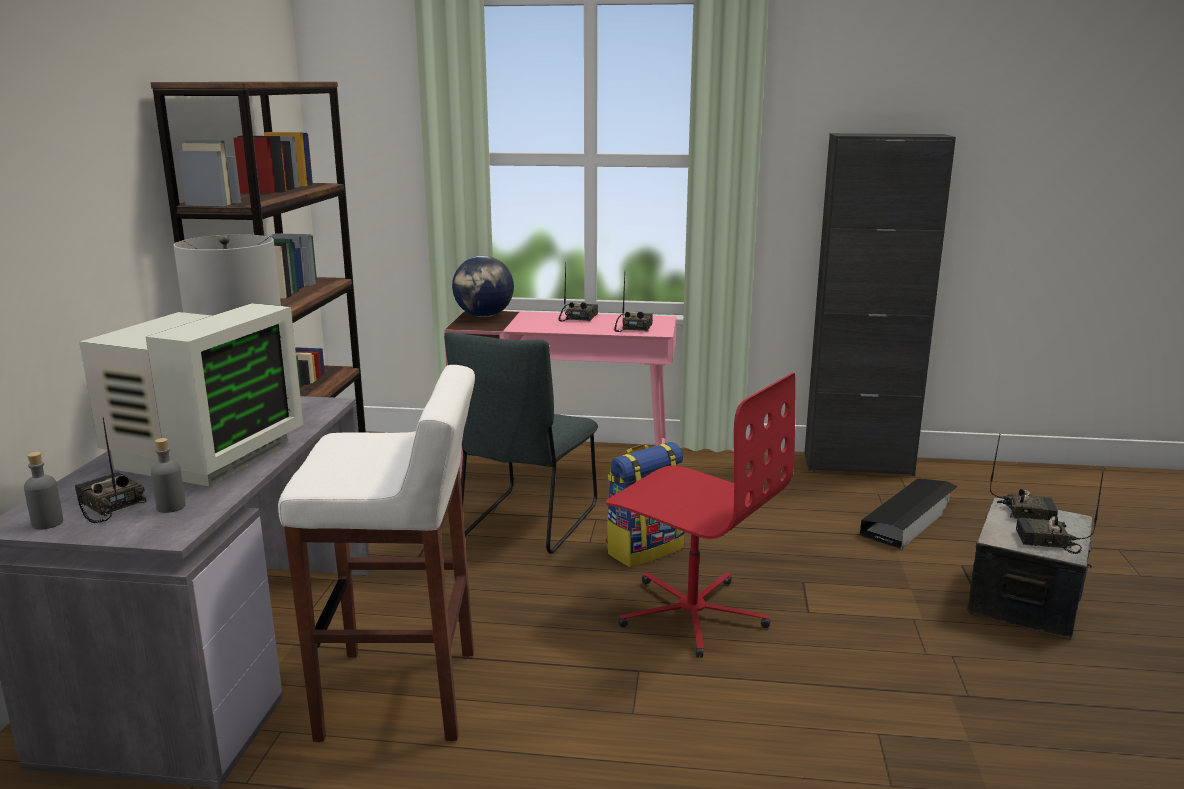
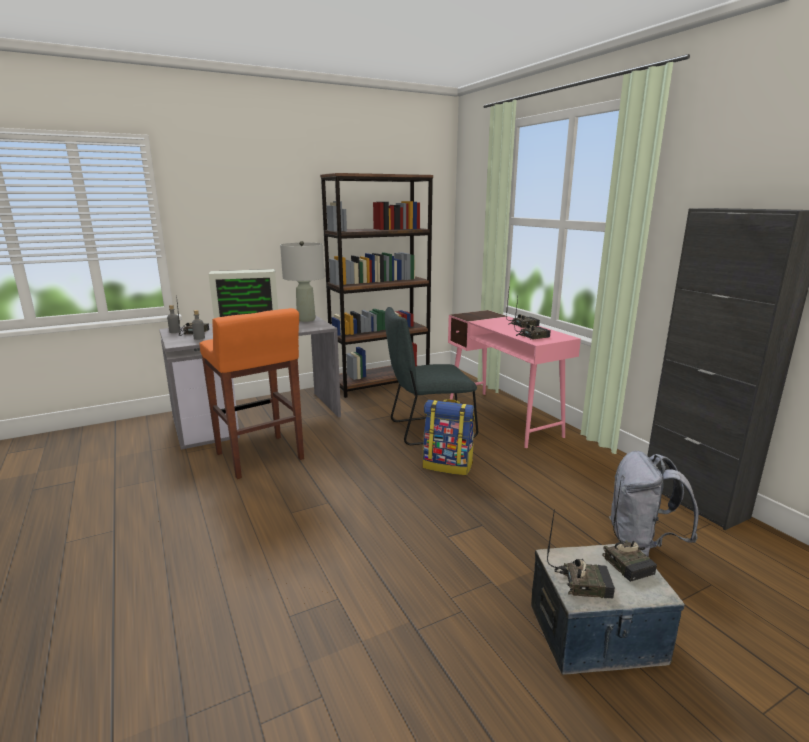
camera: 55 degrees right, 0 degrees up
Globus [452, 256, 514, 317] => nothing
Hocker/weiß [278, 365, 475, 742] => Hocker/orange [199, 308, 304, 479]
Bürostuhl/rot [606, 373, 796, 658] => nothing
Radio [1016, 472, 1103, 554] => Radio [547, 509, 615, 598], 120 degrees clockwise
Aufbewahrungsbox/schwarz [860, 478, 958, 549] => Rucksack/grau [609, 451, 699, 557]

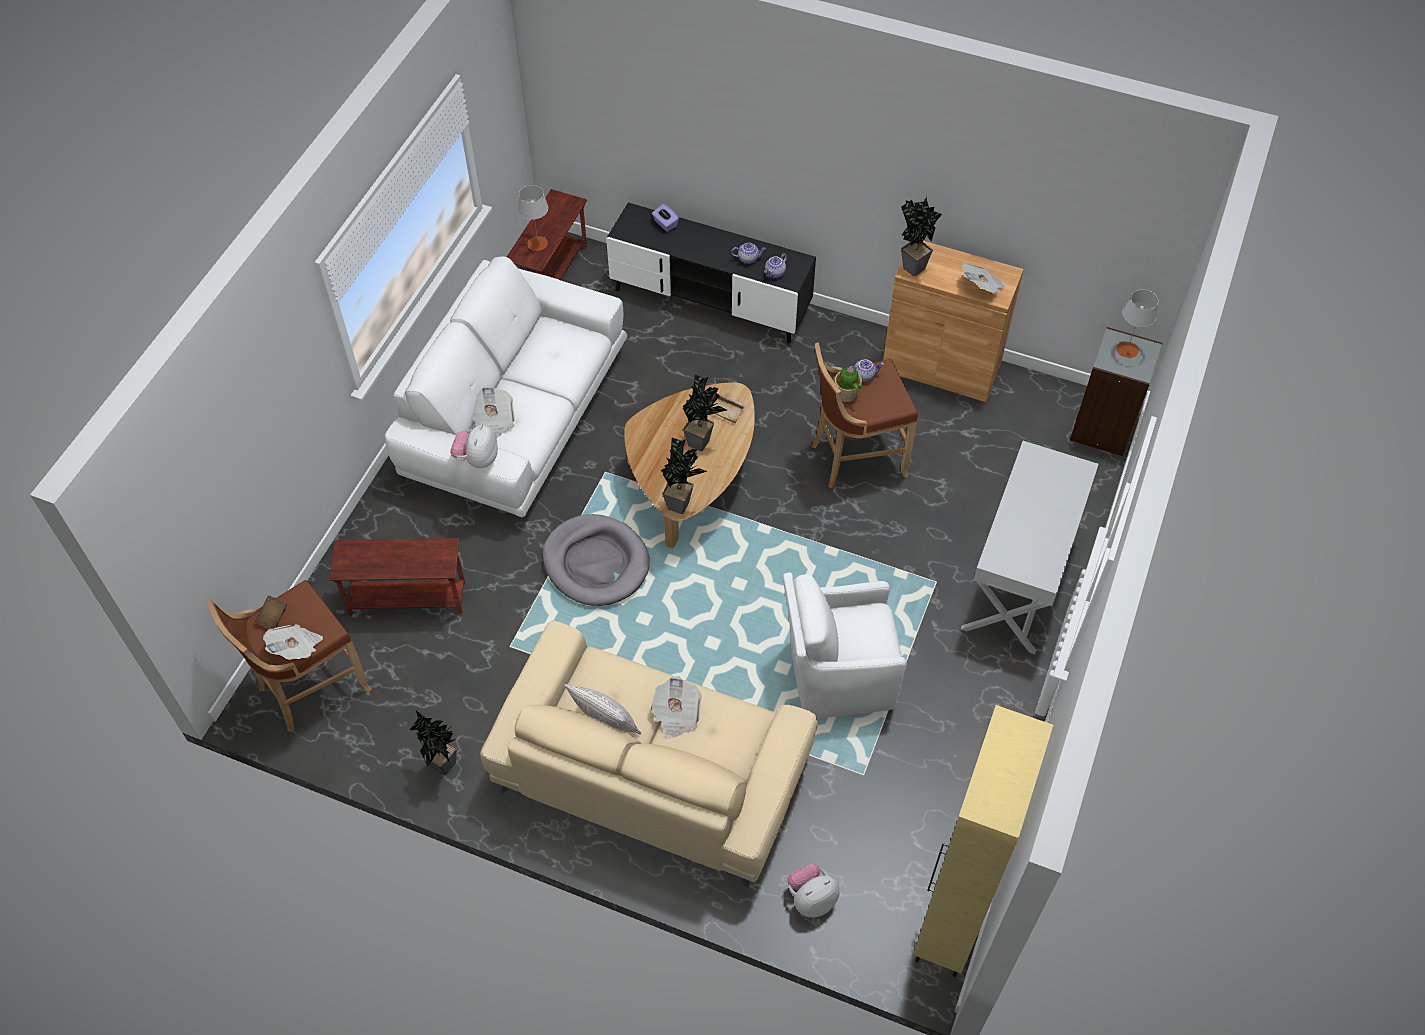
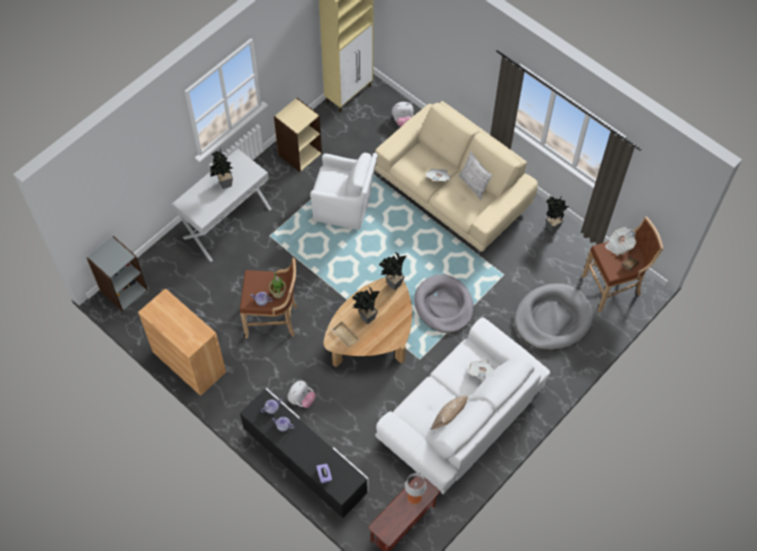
camera: 160 degrees left, 5 degrees up
Topfpflanze [901, 197, 942, 276] => Topfpflanze [210, 149, 233, 189], relocated
Zeitung [961, 263, 1006, 294] => nothing
Tischlampe/grau [1116, 289, 1158, 358] => nothing
Plüschtier [450, 424, 498, 468] => Plüschtier [288, 380, 316, 408], relocated
Beistelltisch/braun [329, 538, 465, 616] => Hundebett/grau [514, 283, 593, 351]
nothing => Bücherregal/beige [274, 98, 322, 172]
nothing => Kissen [431, 396, 468, 429]

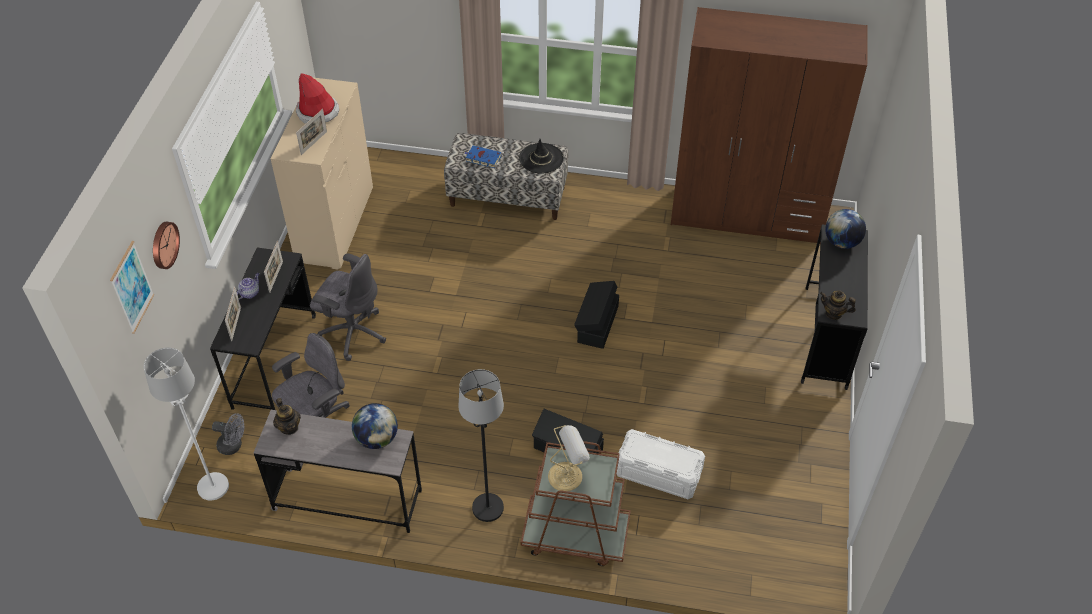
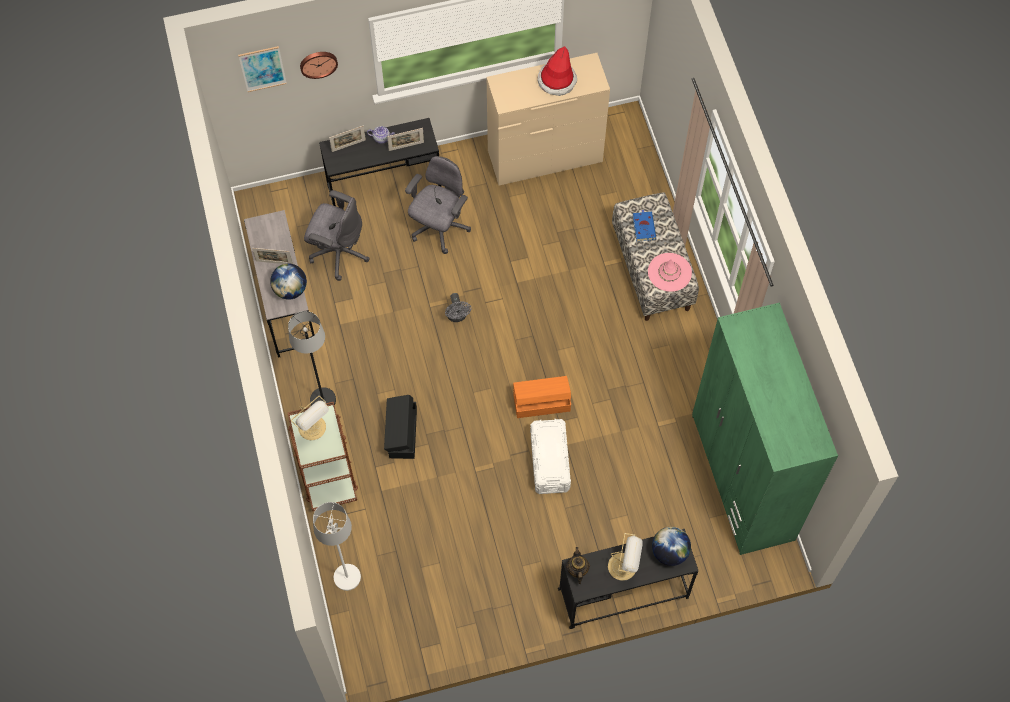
camera: 65 degrees right, 15 degrees up
Kleiderschrank/braun [671, 7, 868, 243] => Kleiderschrank/grün [692, 303, 838, 555]
Bilderrahmen [296, 109, 327, 155] => Bilderrahmen [252, 248, 293, 264], relocated
Hut/schwarz [519, 139, 564, 173] => Hut/rosa [648, 253, 692, 292]
Bürostuhl/grau [310, 253, 386, 361] => Bürostuhl/grau [405, 156, 471, 254], 150 degrees counterclockwise
Aufbewahrungsbox/schwarz [574, 281, 619, 349] => Aufbewahrungsbox/orange [513, 376, 571, 418]
Stehlampe/weiß [144, 347, 229, 501] => Stehlampe/weiß [313, 502, 361, 591], relocated
Teekanne [273, 398, 301, 435] => nothing
Ventilator/grau [212, 413, 244, 455] => Ventilator/grau [445, 293, 472, 322], relocated
Aufbewahrungsbox/weiß [617, 429, 705, 499] => Aufbewahrungsbox/weiß [530, 419, 571, 494], relocated
nothing => Tischlampe [608, 533, 643, 581]

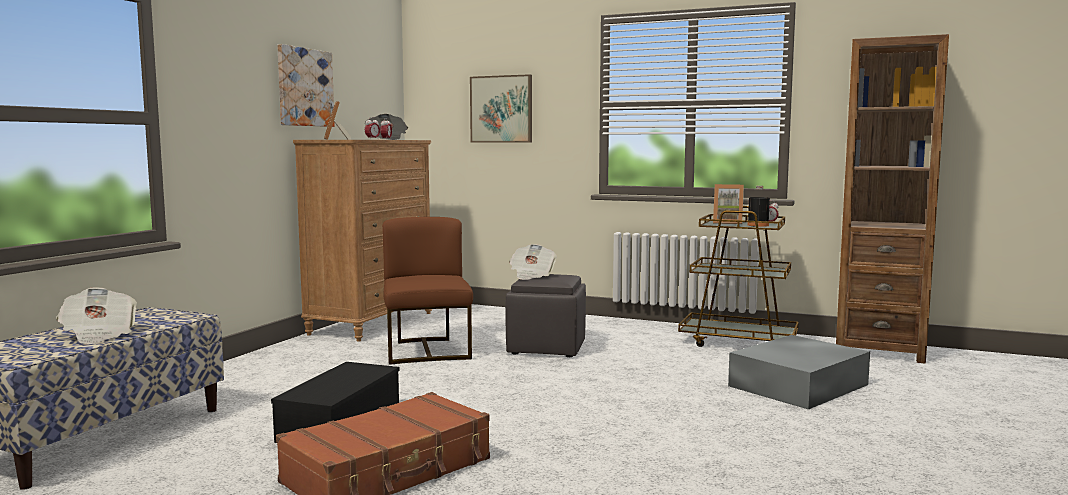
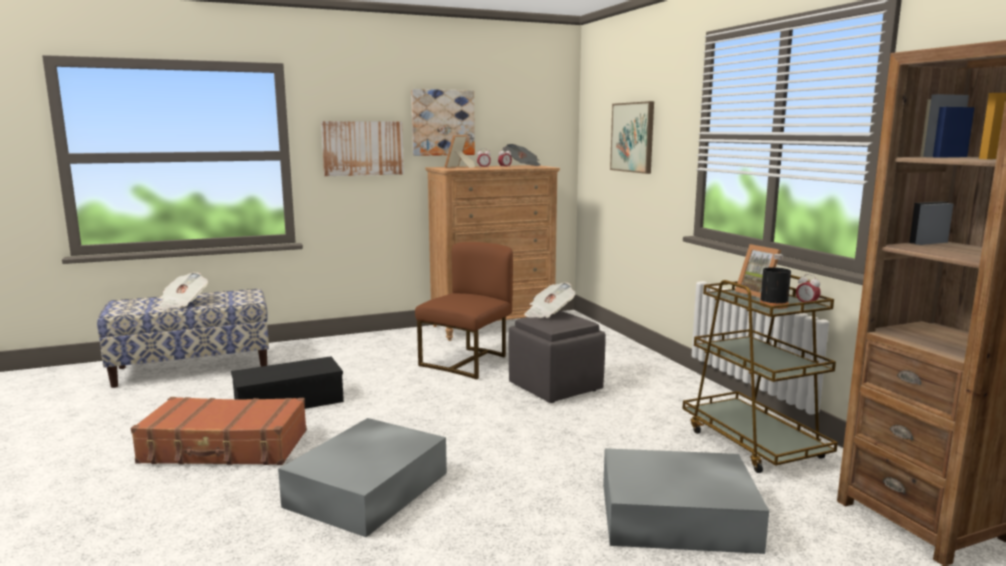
camera: 45 degrees right, 5 degrees up
nothing => Bild [321, 121, 404, 176]
nothing => Aufbewahrungsbox/grau [278, 418, 447, 537]

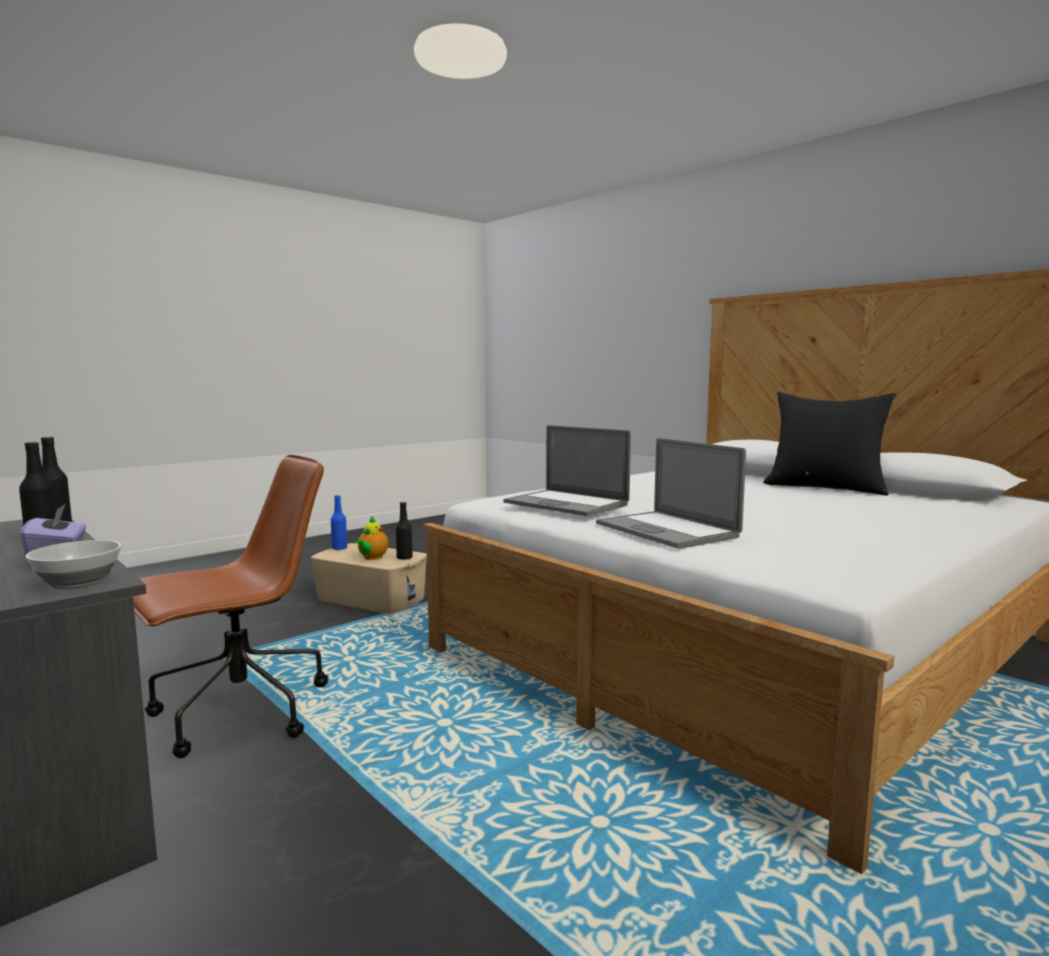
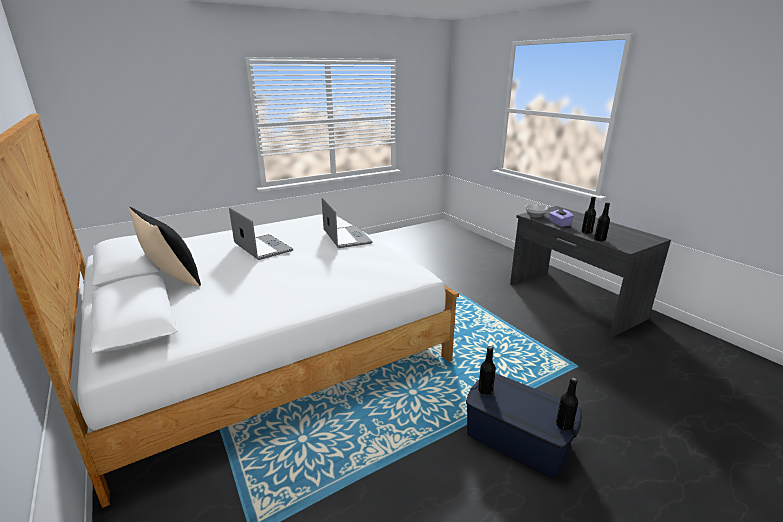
camera: 170 degrees left, 15 degrees up
Laptop [504, 425, 631, 516] => Laptop [229, 208, 293, 260], relocated
Bürostuhl/braun [133, 455, 328, 758] => nothing
Flasche/blau [331, 495, 347, 550] => Flasche/schwarz [556, 377, 578, 431]
Teekanne [355, 516, 388, 560] => nothing
Aufbewahrungsbox/beige [311, 543, 427, 614] => Aufbewahrungsbox/blau [466, 373, 582, 478]

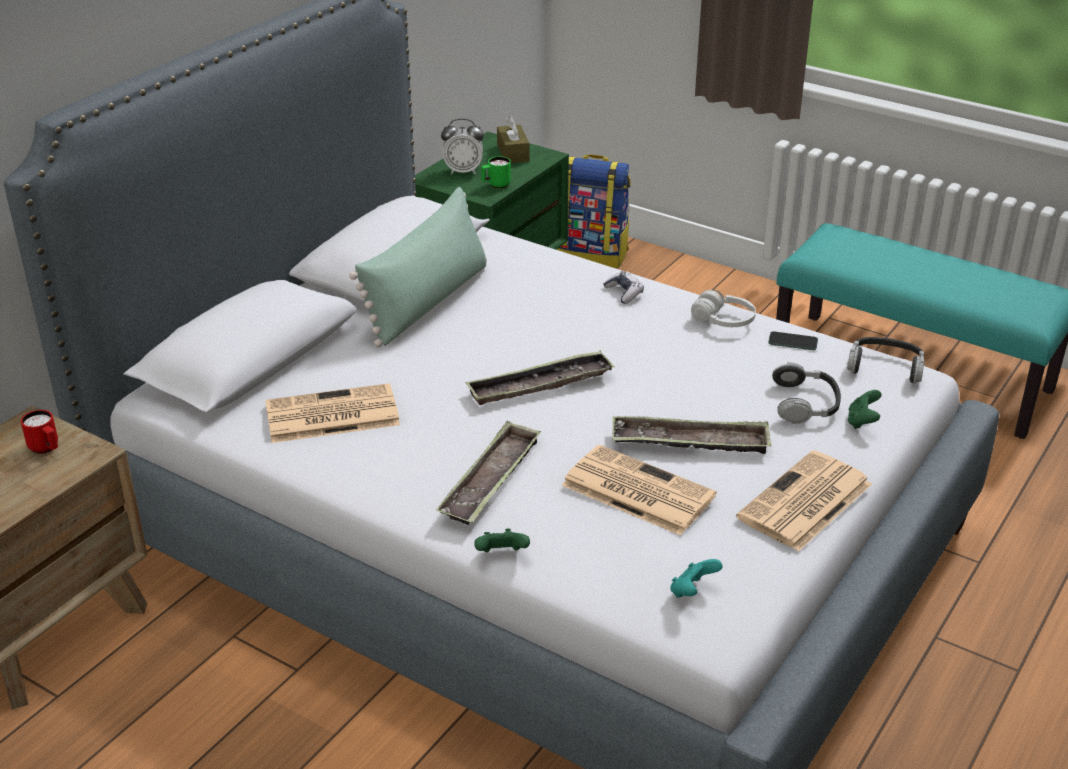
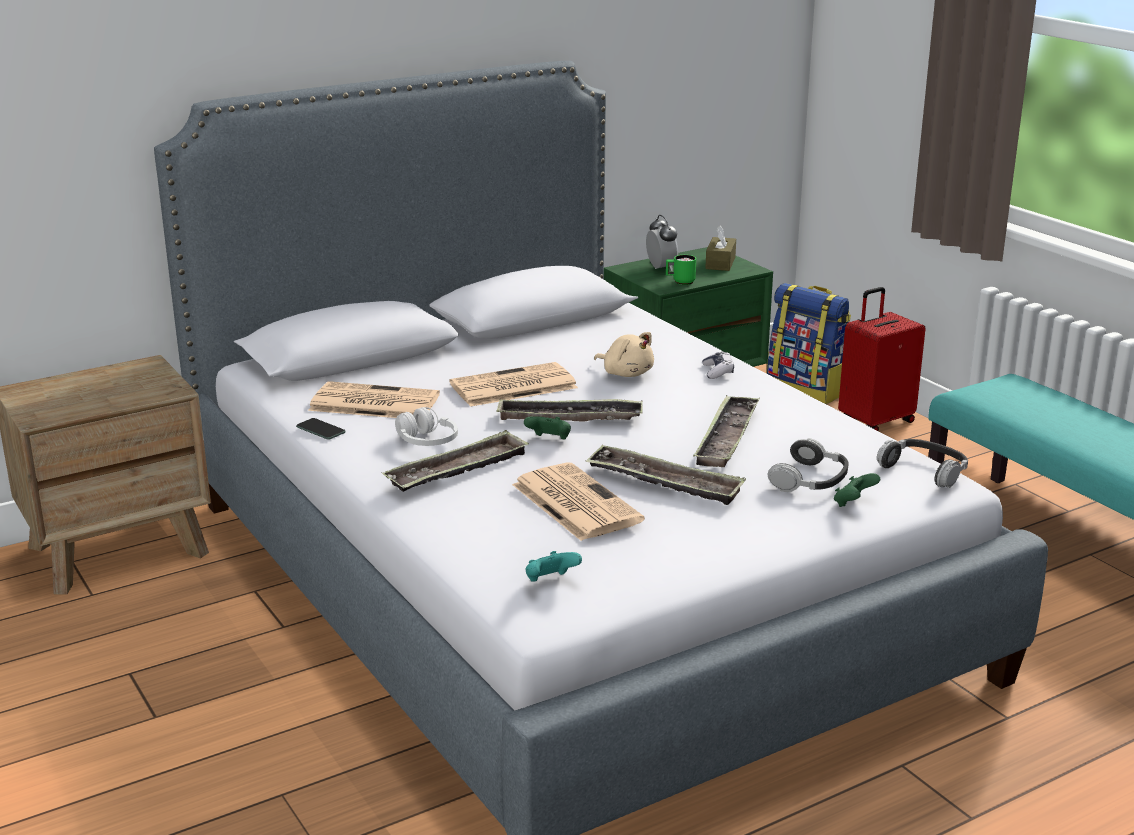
camera: 25 degrees right, 10 degrees down
Wecker [441, 119, 484, 174] => Wecker [646, 215, 678, 271], 135 degrees counterclockwise
Kissen/grün [349, 187, 487, 347] => nothing
Kopfhörer/weiß [691, 290, 756, 327] => Kopfhörer/weiß [395, 407, 458, 446], relocated
Handy [768, 331, 818, 350] => Handy [296, 418, 346, 440], relocated
Henkelbecher/rot [21, 410, 58, 454] => nothing
Zeitung [736, 450, 872, 551] => Zeitung [449, 362, 578, 407], relocated
Gamepad/grün [474, 529, 530, 552] => Gamepad/grün [524, 416, 571, 440], relocated
nothing => Koffer/rot [838, 287, 926, 431]
nothing => Plüschtier/beige [594, 332, 654, 377]
nothing => Tablett [693, 395, 760, 467]

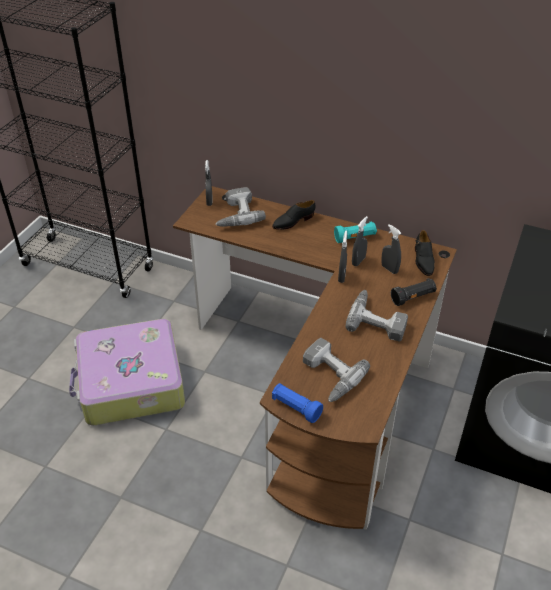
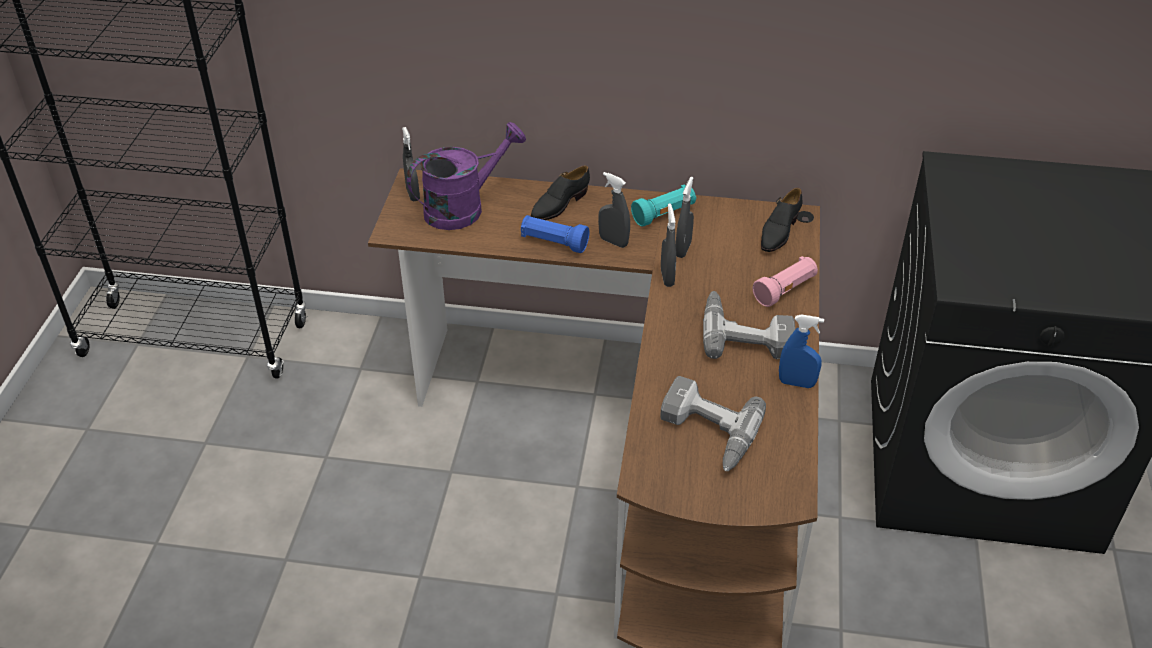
camera: 15 degrees left, 0 degrees up
Bohrmaschine [215, 187, 266, 227] => Gießkanne/lila [407, 122, 526, 230]
Sprühflasche/grau [381, 224, 401, 274] => Sprühflasche/grau [598, 172, 630, 248], relocated
Schuh/schwarz [415, 230, 435, 276] => Schuh/schwarz [761, 188, 802, 252], 45 degrees clockwise
Taschenlampe/schwarz [391, 278, 437, 306] => Taschenlampe/rosa [753, 256, 818, 307]
Koffer [69, 319, 185, 425] => nothing
Taschenlampe/blau [272, 383, 323, 423] => Taschenlampe/blau [521, 215, 589, 253], relocated
nothing => Sprühflasche/blau [779, 314, 824, 388]

